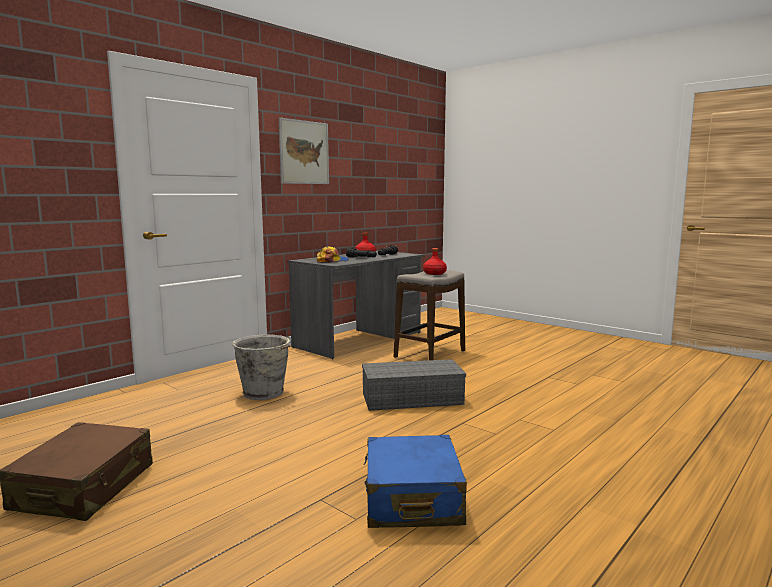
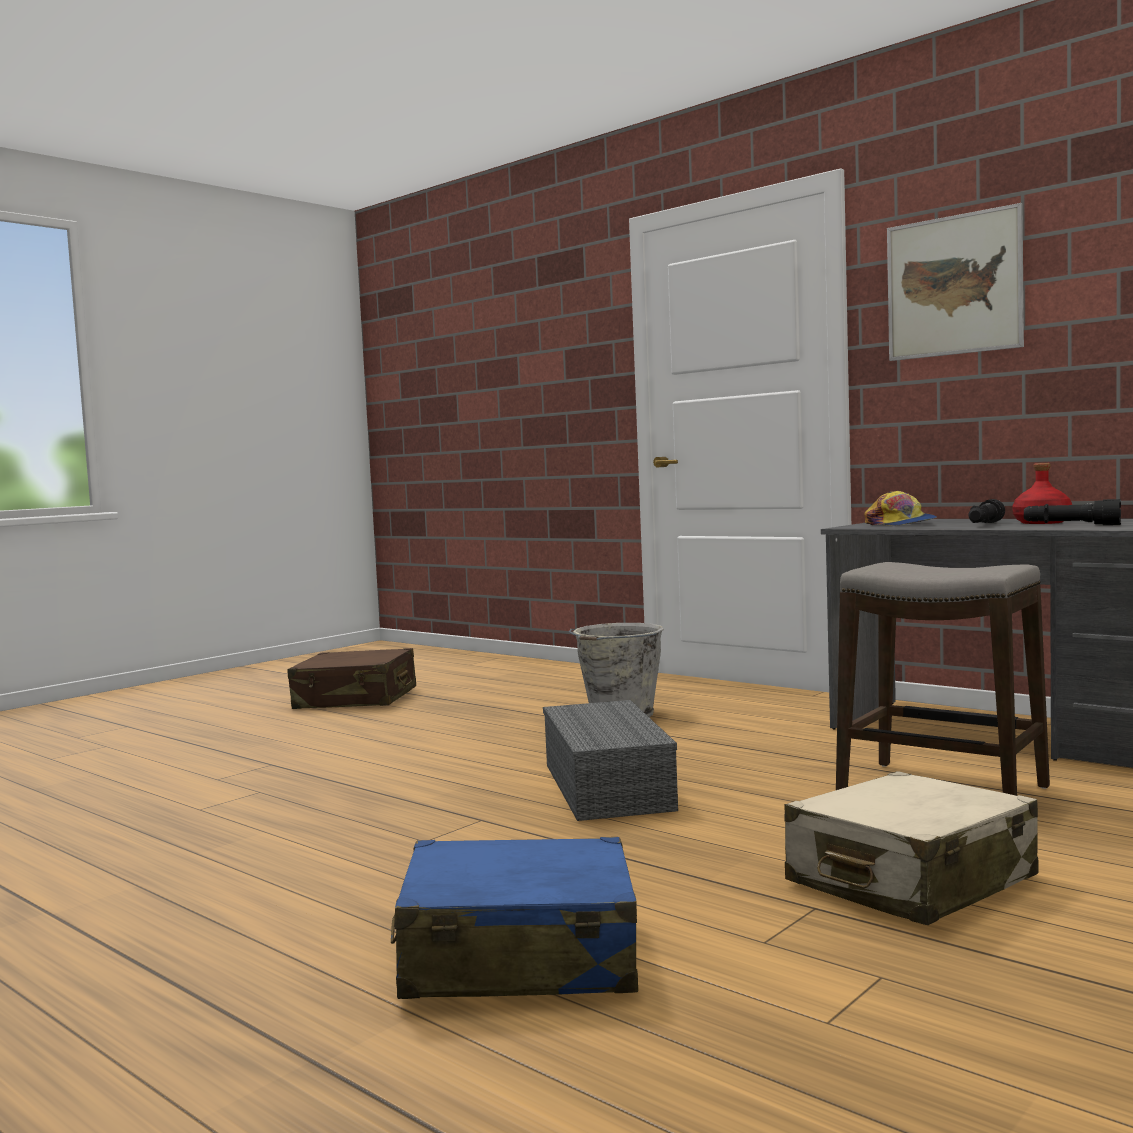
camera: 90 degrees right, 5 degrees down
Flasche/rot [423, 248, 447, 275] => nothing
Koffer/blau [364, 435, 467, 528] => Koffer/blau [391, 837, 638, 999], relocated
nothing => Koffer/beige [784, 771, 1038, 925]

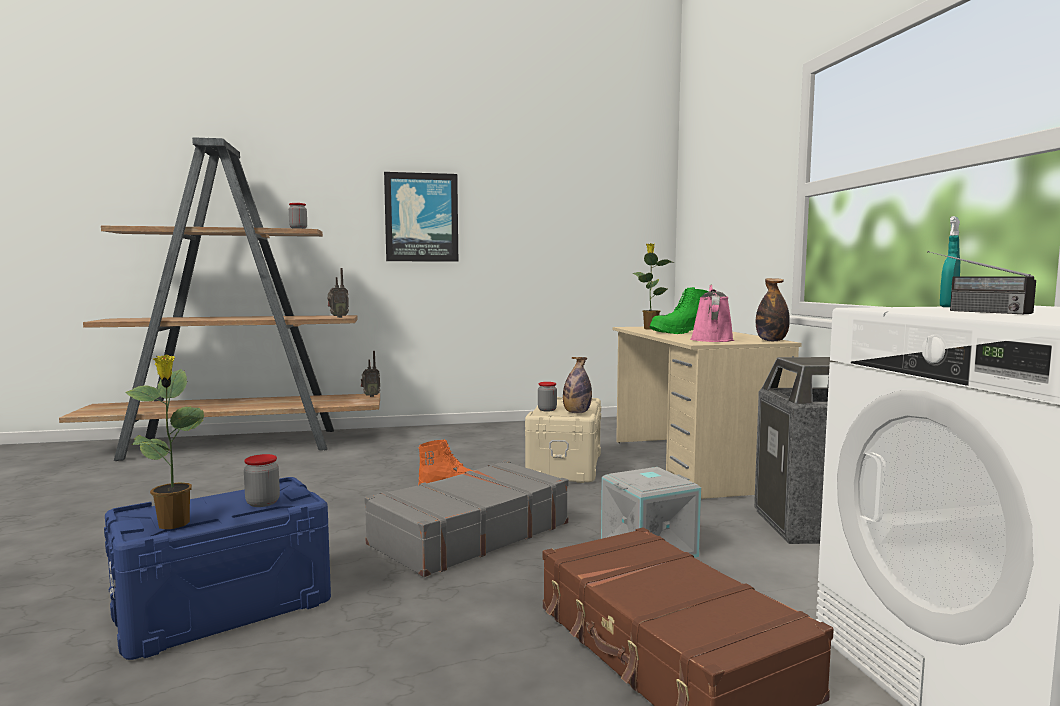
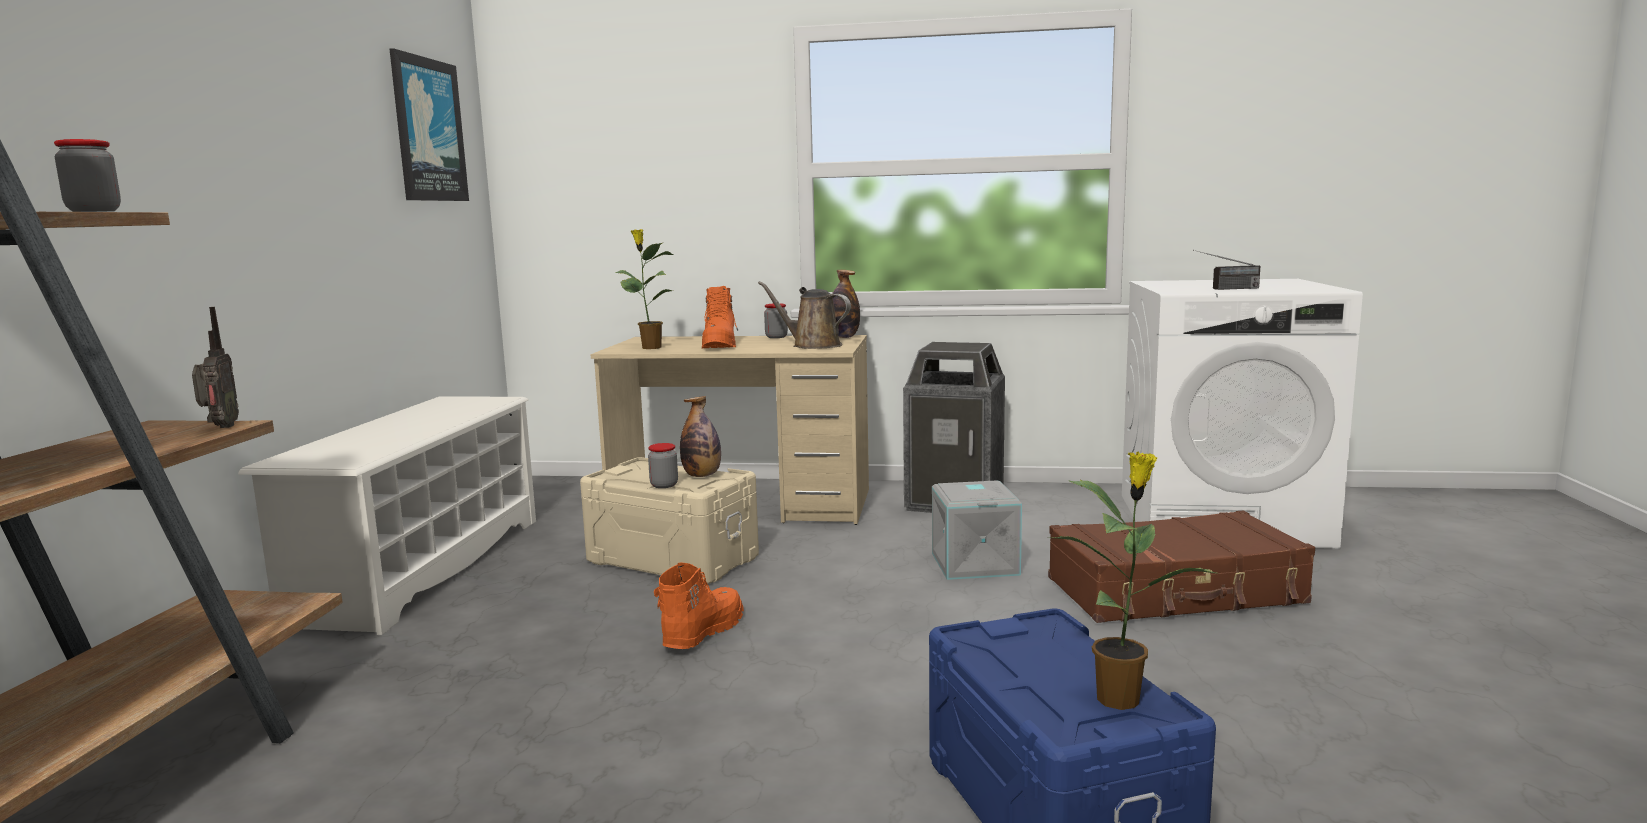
camera: 70 degrees left, 5 degrees up
Bild [384, 172, 458, 262] => Bild [390, 48, 469, 201], relocated
Sprühflasche/türkis [940, 216, 960, 307] => nothing
Gießkanne/rosa [690, 285, 734, 342] => Gießkanne/braun [758, 281, 851, 349]
Stiefel/grün [649, 287, 709, 334] => Stiefel/orange [702, 286, 738, 348]
Radio [361, 351, 381, 397] => nothing
Vorratsglas [244, 454, 280, 507] => Vorratsglas [764, 303, 788, 338], relocated
Koffer/grau [364, 461, 568, 577] => nothing
nothing => Schuhregal/weiß [238, 397, 536, 635]

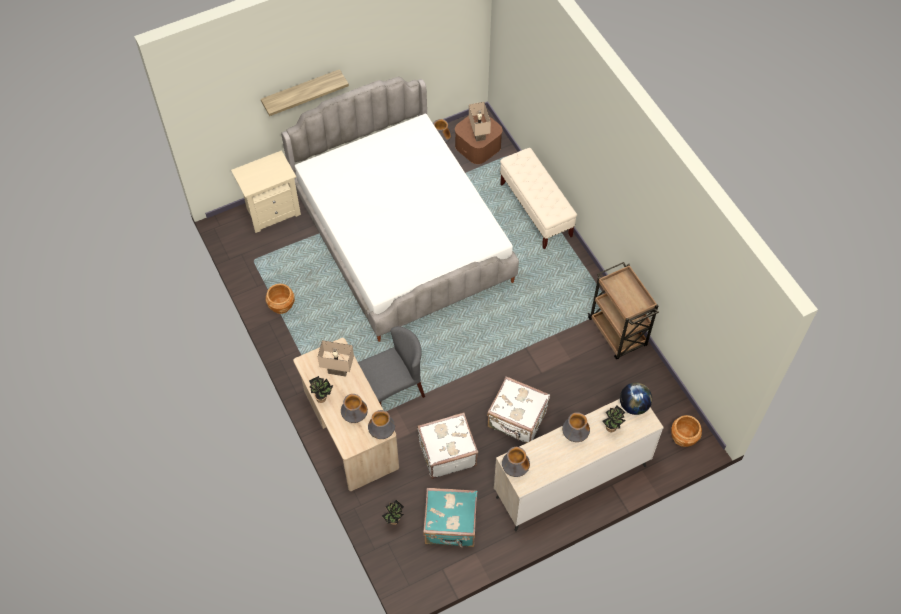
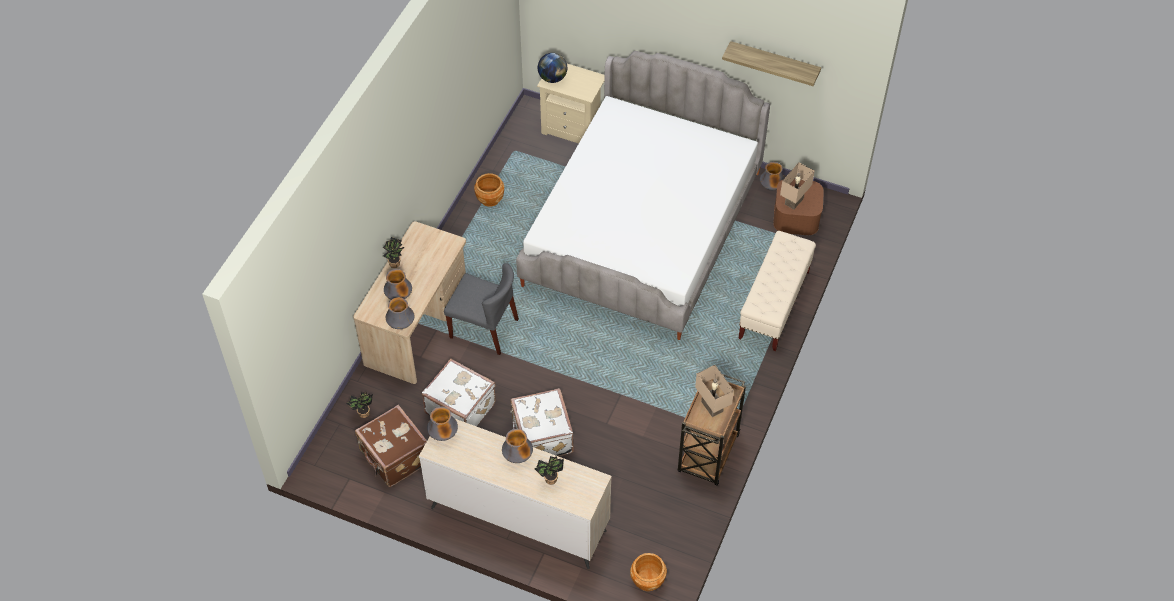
camera: 50 degrees right, 5 degrees down
Wandregal [261, 69, 349, 116] => Wandregal [722, 41, 821, 86], relocated
Tischlampe/beige [317, 340, 354, 377] => Tischlampe/beige [695, 365, 734, 417], relocated
Globus [620, 383, 652, 415] => Globus [538, 53, 567, 83], relocated
Koffer/türkis [423, 488, 478, 548] => Koffer/braun [355, 405, 427, 487]

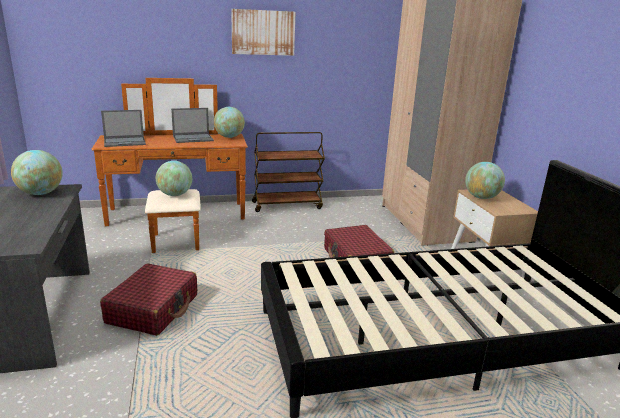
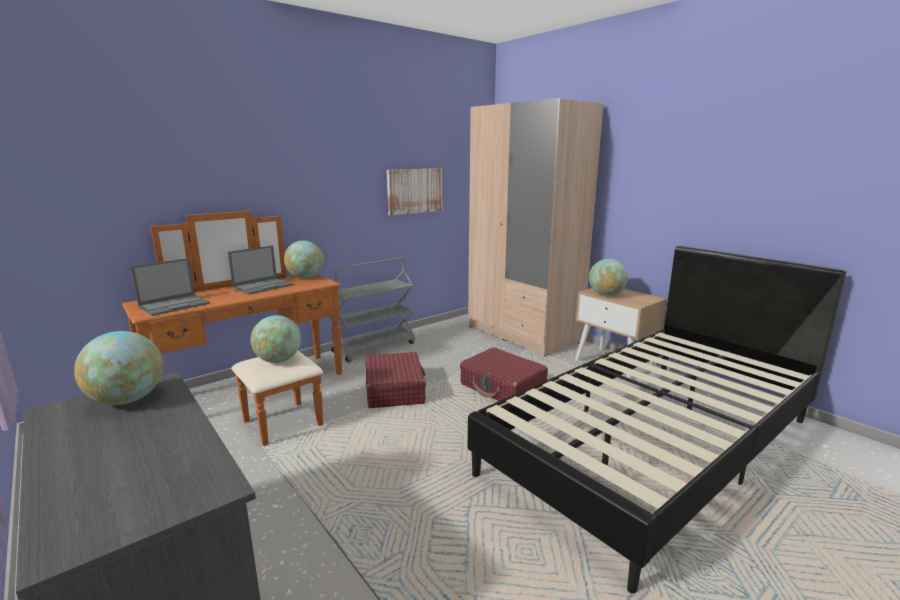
camera: 25 degrees left, 5 degrees down
Bild [231, 9, 296, 56] => Bild [387, 168, 442, 216], relocated
Rollwagen/braun [252, 132, 325, 212] => Rollwagen/grau [331, 258, 415, 362]
Koffer/rot [100, 264, 197, 336] => Koffer/rot [365, 352, 426, 408], relocated

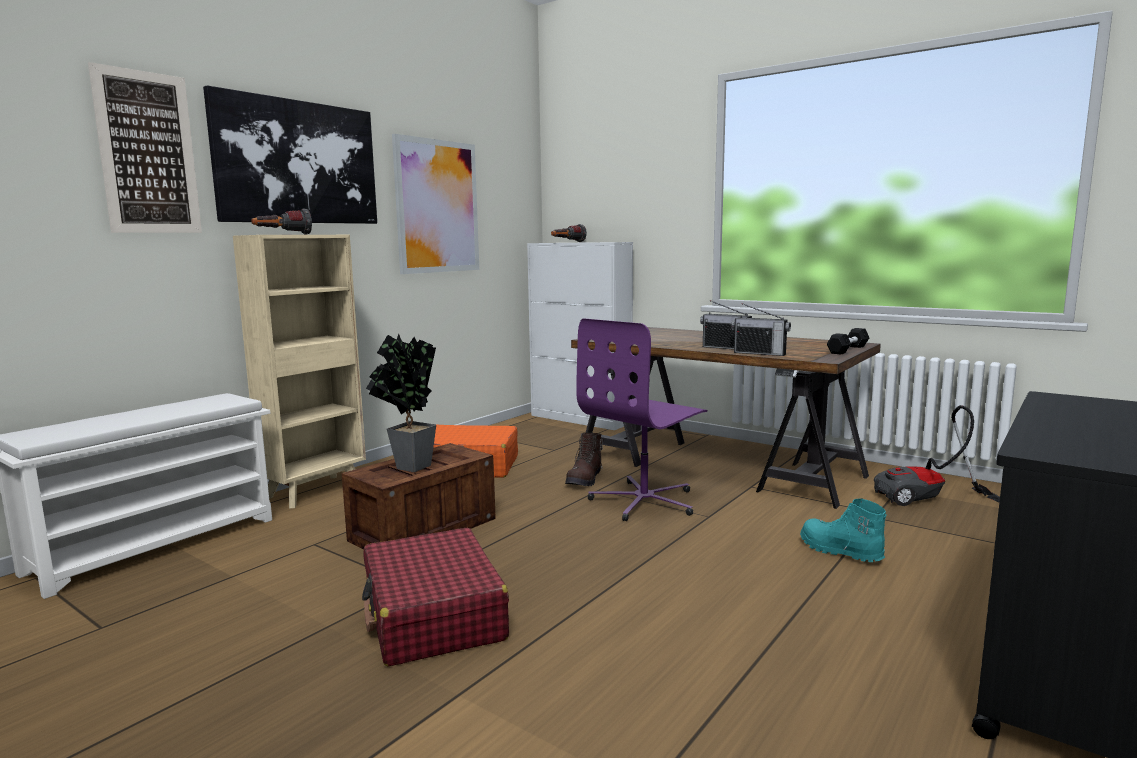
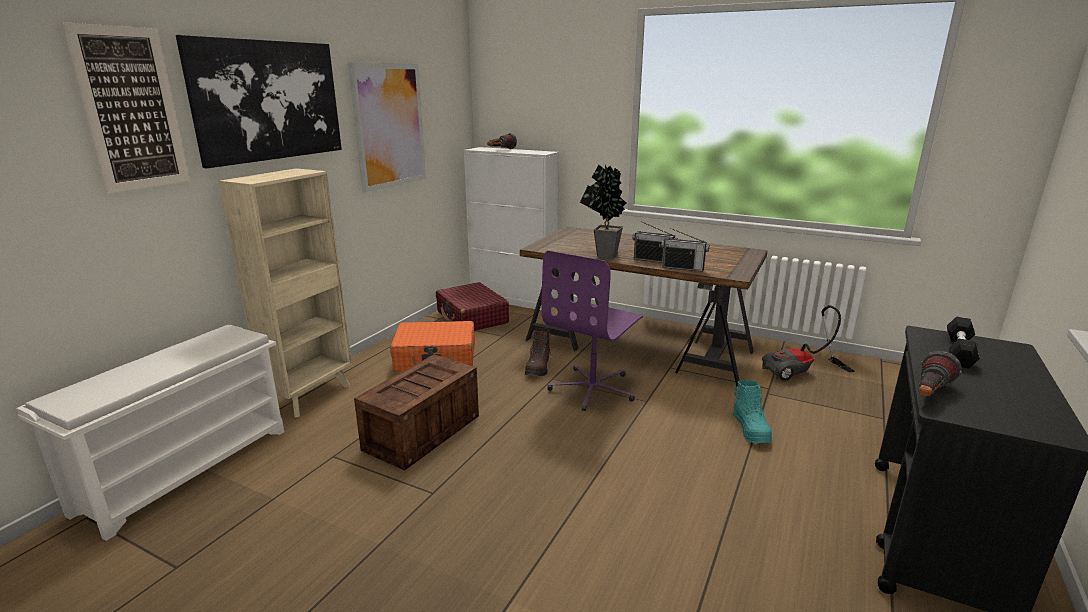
camera: 10 degrees left, 10 degrees up
Taschenlampe [251, 208, 312, 235] => Taschenlampe [918, 351, 962, 397], relocated
Hantel/schwarz [827, 328, 869, 355] => Hantel/schwarz [947, 317, 980, 368], relocated
Topfpflanze [366, 333, 436, 472] => Topfpflanze [580, 165, 626, 259], relocated
Stiefel/türkis [800, 498, 887, 562] => Stiefel/türkis [733, 380, 772, 443], 135 degrees counterclockwise
Koffer/rot [362, 528, 509, 666] => Koffer/rot [436, 282, 509, 331], relocated

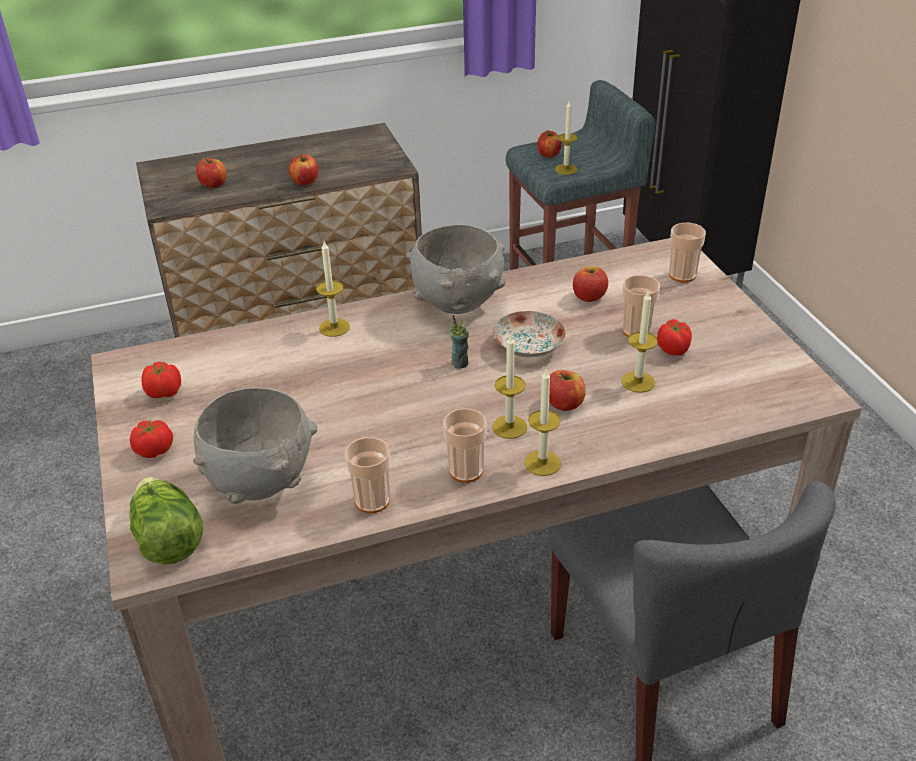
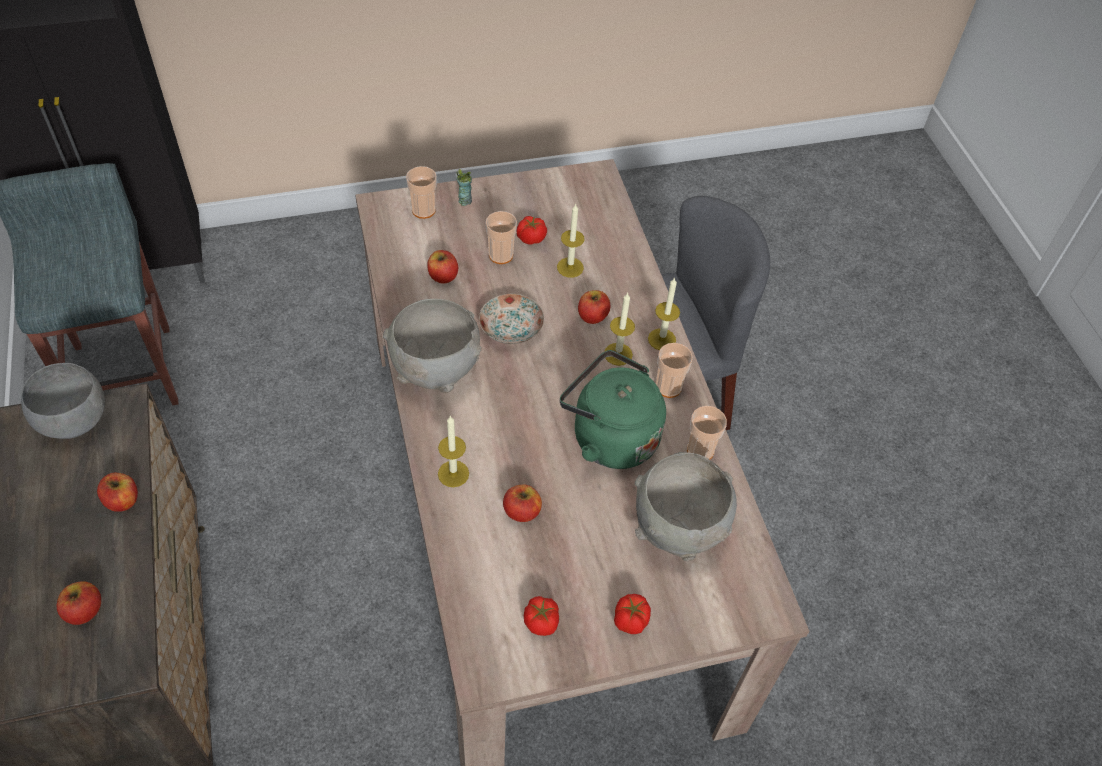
camera: 90 degrees left, 15 degrees up
Kerze [555, 101, 577, 175] => nothing
Apfel [537, 130, 562, 158] => Apfel [503, 484, 542, 522], relocated
Tasse [450, 315, 469, 369] => Tasse [457, 169, 472, 206], relocated
Salatkopf [130, 477, 203, 565] => nothing
nothing => Wasserkessel/grün [560, 350, 666, 469]
nothing => Schüssel/grau [21, 363, 105, 439]

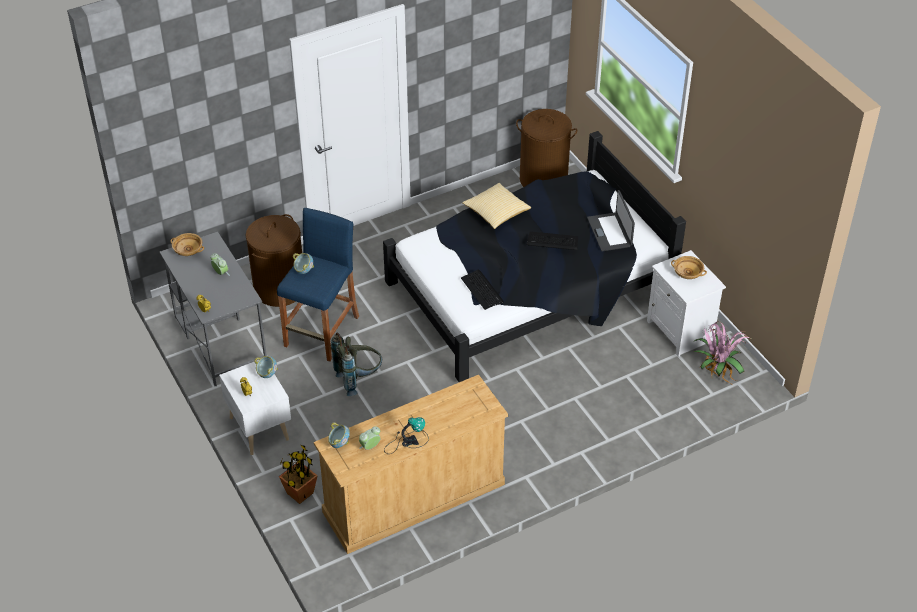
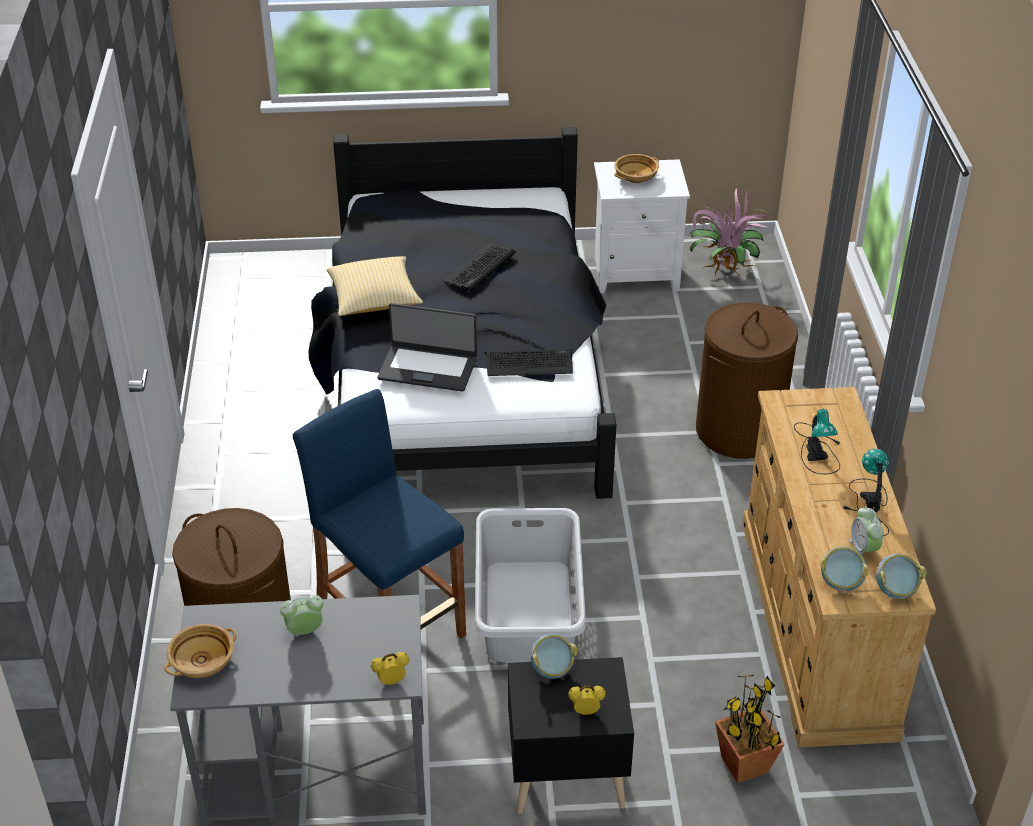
camera: 65 degrees left, 5 degrees down
Wäschekorb/braun [516, 109, 577, 187] => Wäschekorb/braun [696, 302, 798, 459], relocated
Laptop [587, 190, 635, 251] => Laptop [377, 303, 477, 392], relocated
Schüssel [293, 253, 314, 274] => Schüssel [876, 554, 927, 599], relocated
Rucksack/grau [331, 333, 382, 396] => Wäschekorb/grau [475, 508, 586, 662]
Nachttisch/weiß [219, 360, 291, 455] => Nachttisch/schwarz [508, 657, 634, 814]
nothing => Tischlampe [794, 409, 841, 474]

